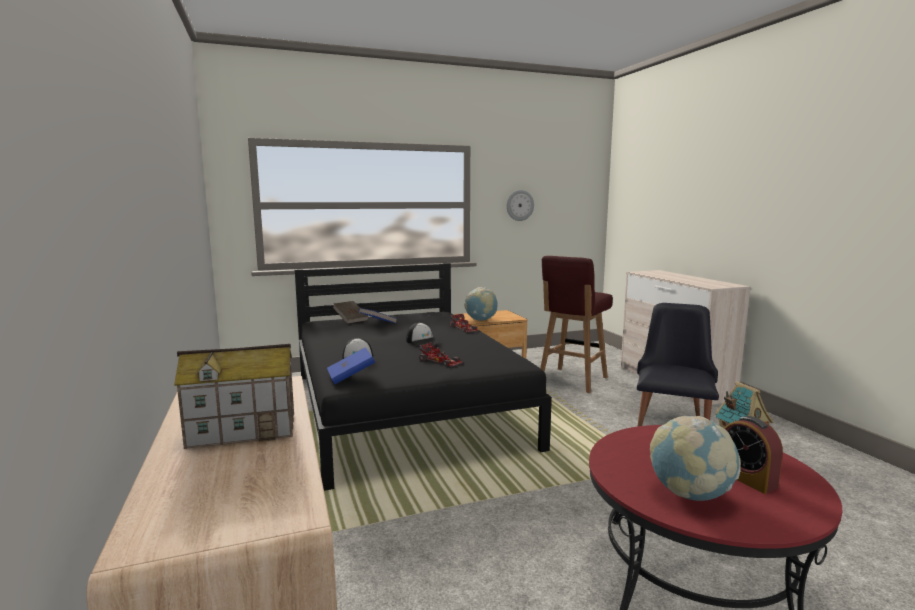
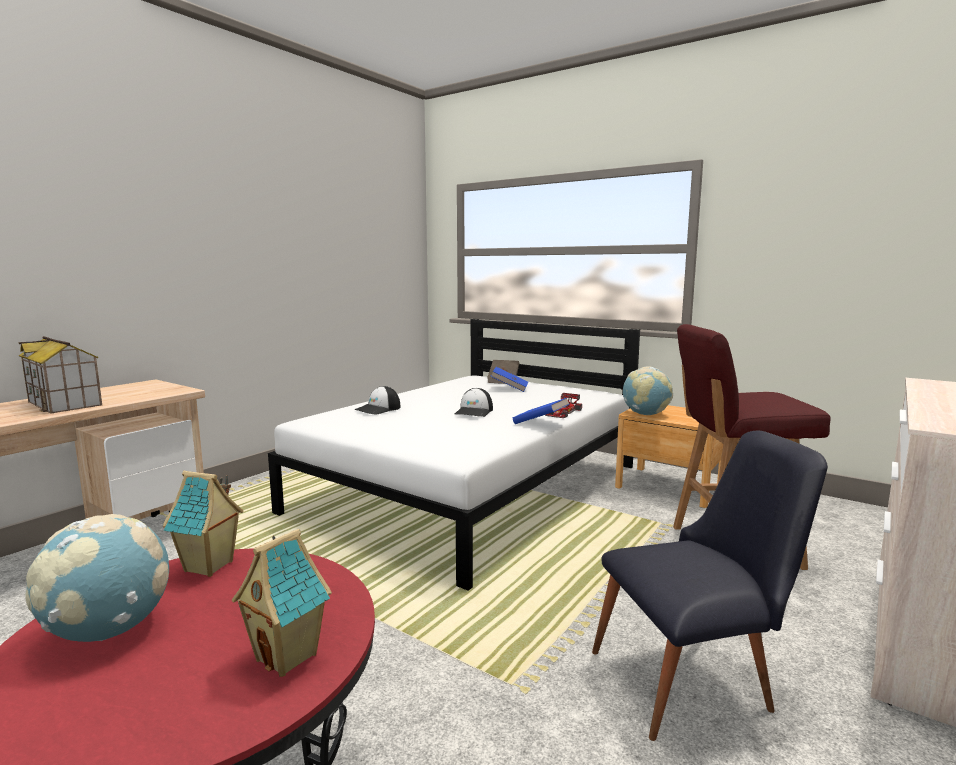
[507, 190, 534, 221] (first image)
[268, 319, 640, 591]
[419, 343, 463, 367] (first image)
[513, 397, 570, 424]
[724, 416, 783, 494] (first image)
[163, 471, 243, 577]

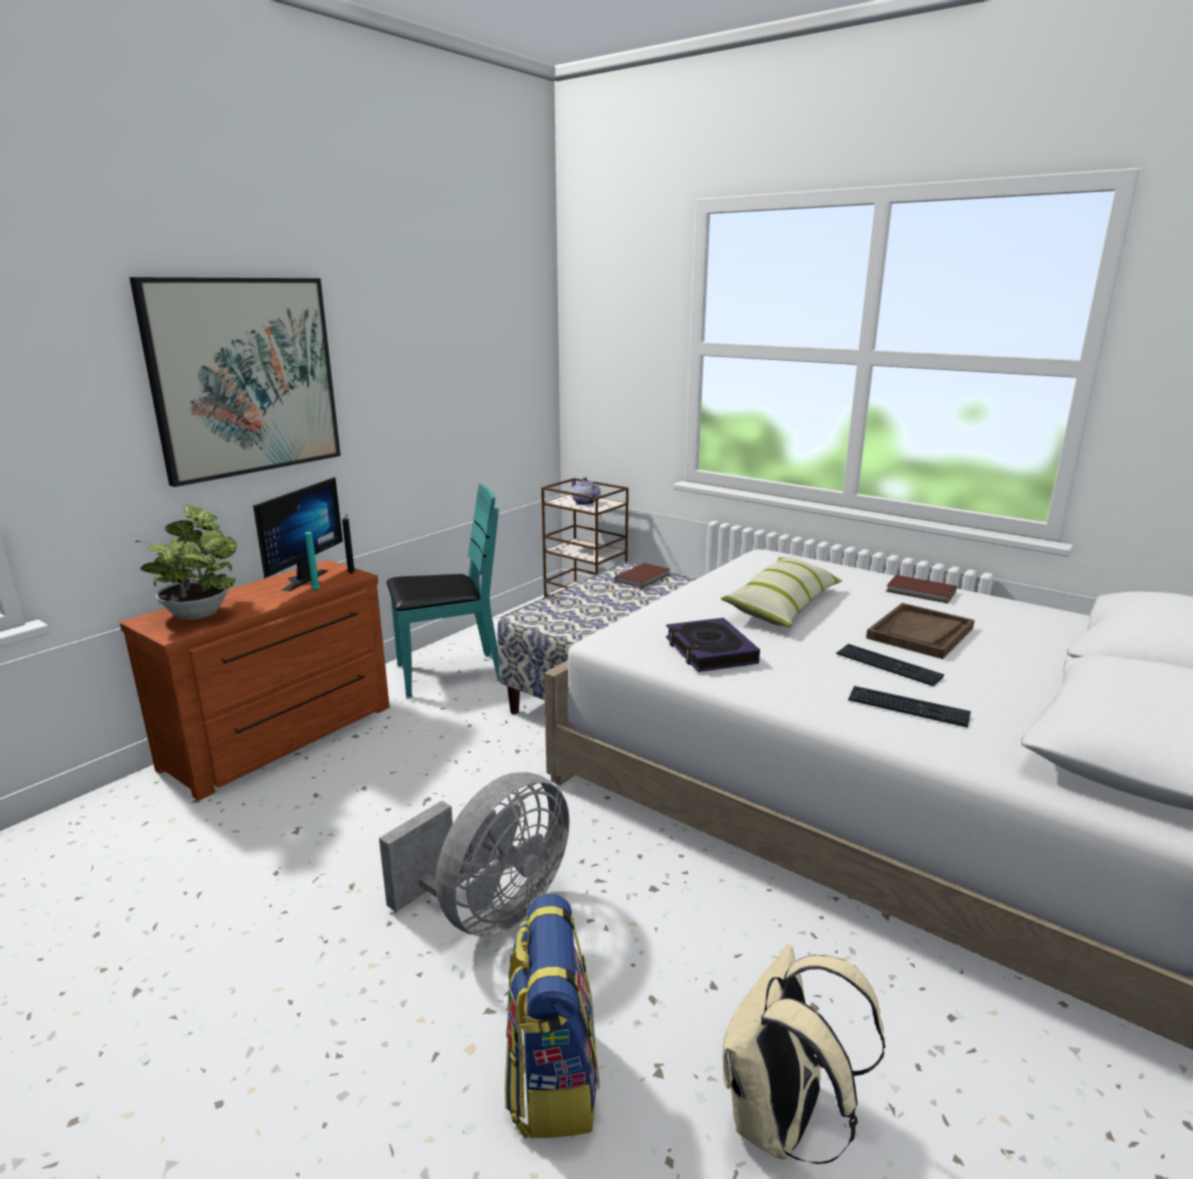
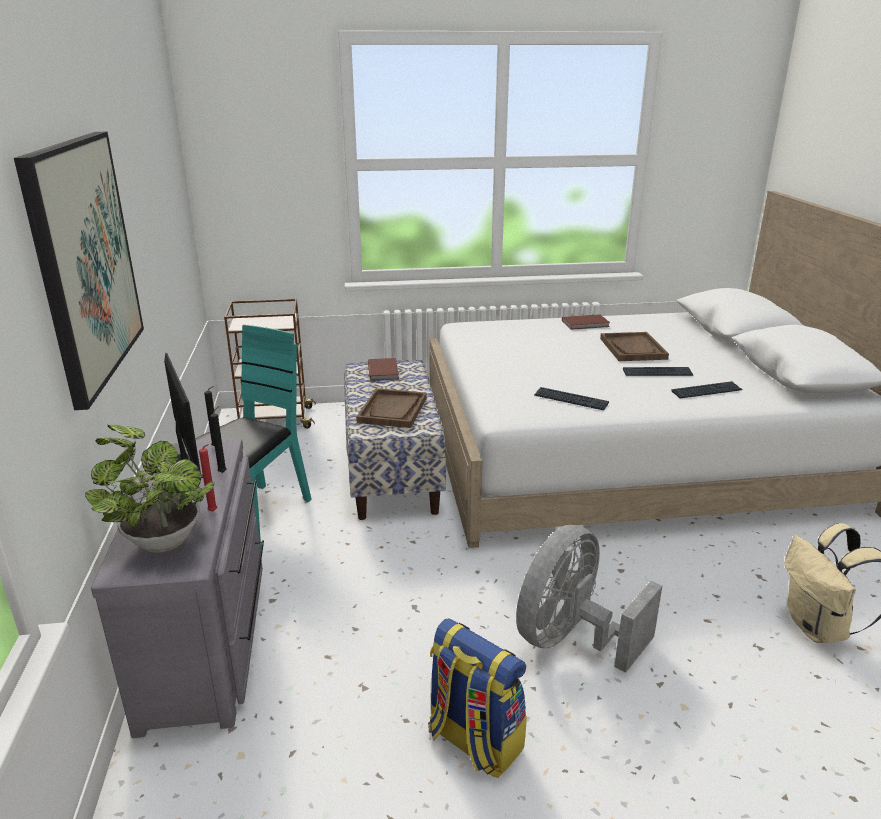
[570, 477, 601, 505] (first image)
[210, 406, 227, 473]
[721, 557, 842, 627] (first image)
[91, 439, 264, 738]
[534, 387, 609, 410]
[516, 525, 662, 673]
[428, 618, 527, 778]
[356, 388, 427, 428]
[199, 444, 217, 512]

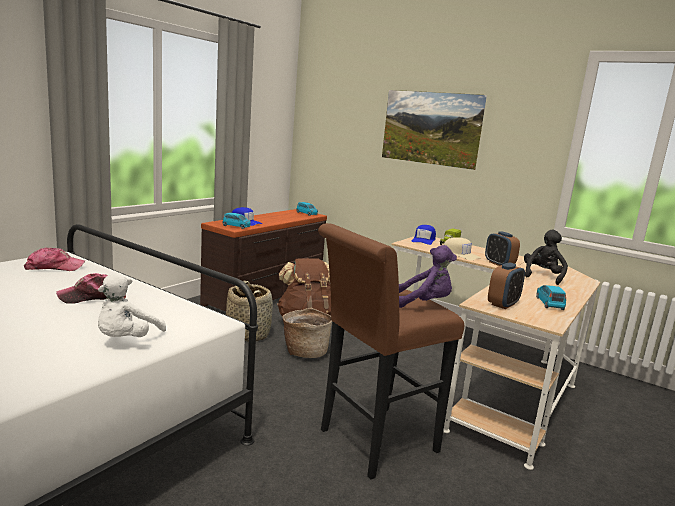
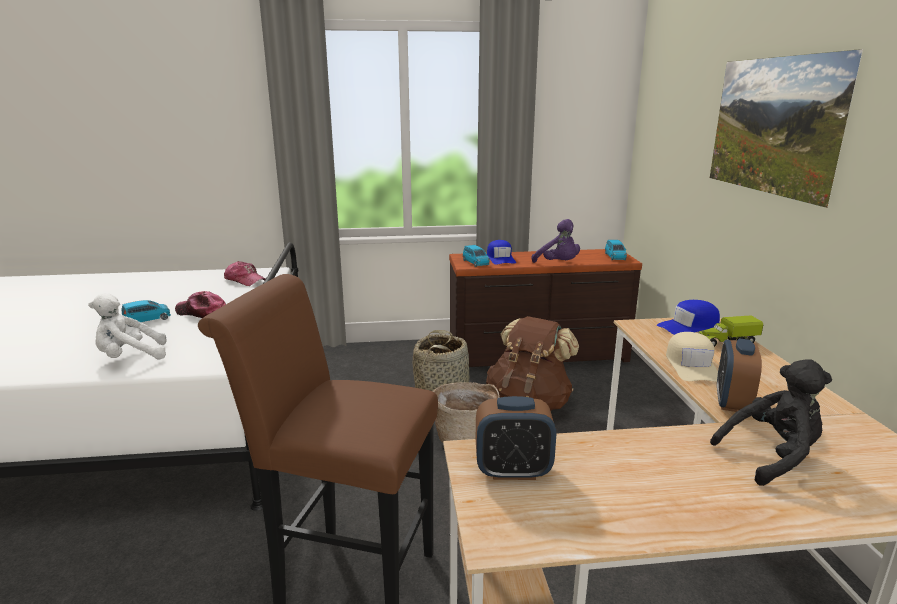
[532, 219, 580, 263]
[121, 300, 171, 327]

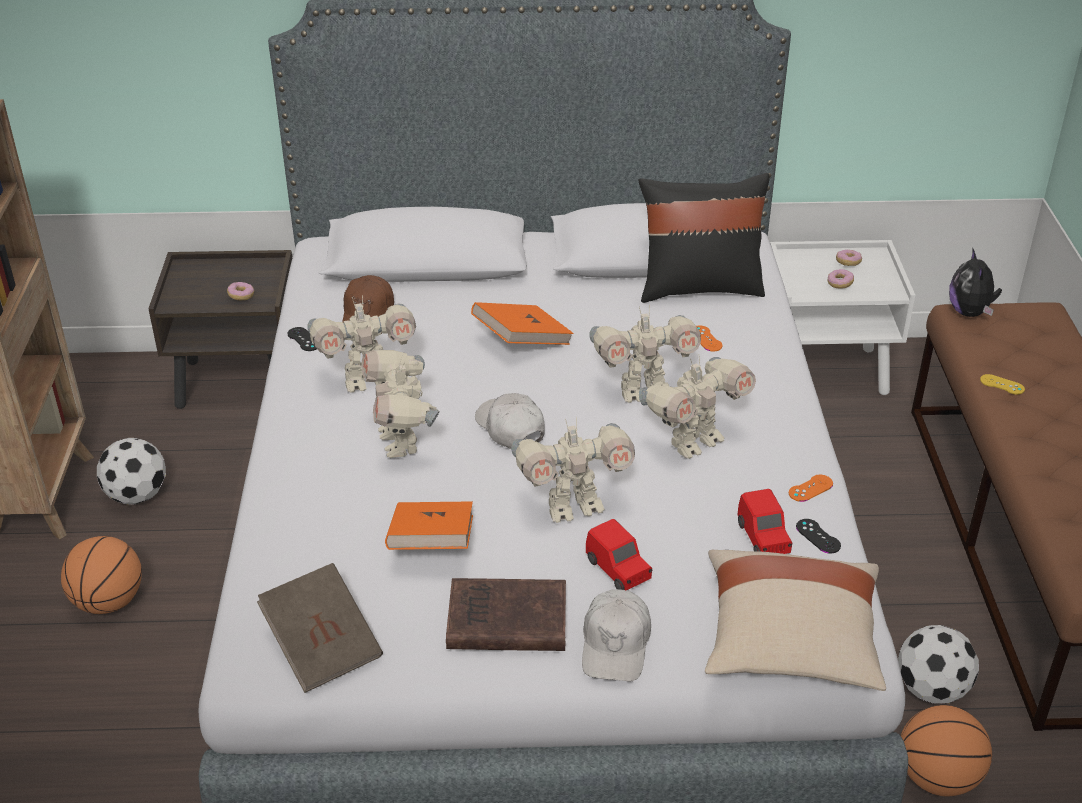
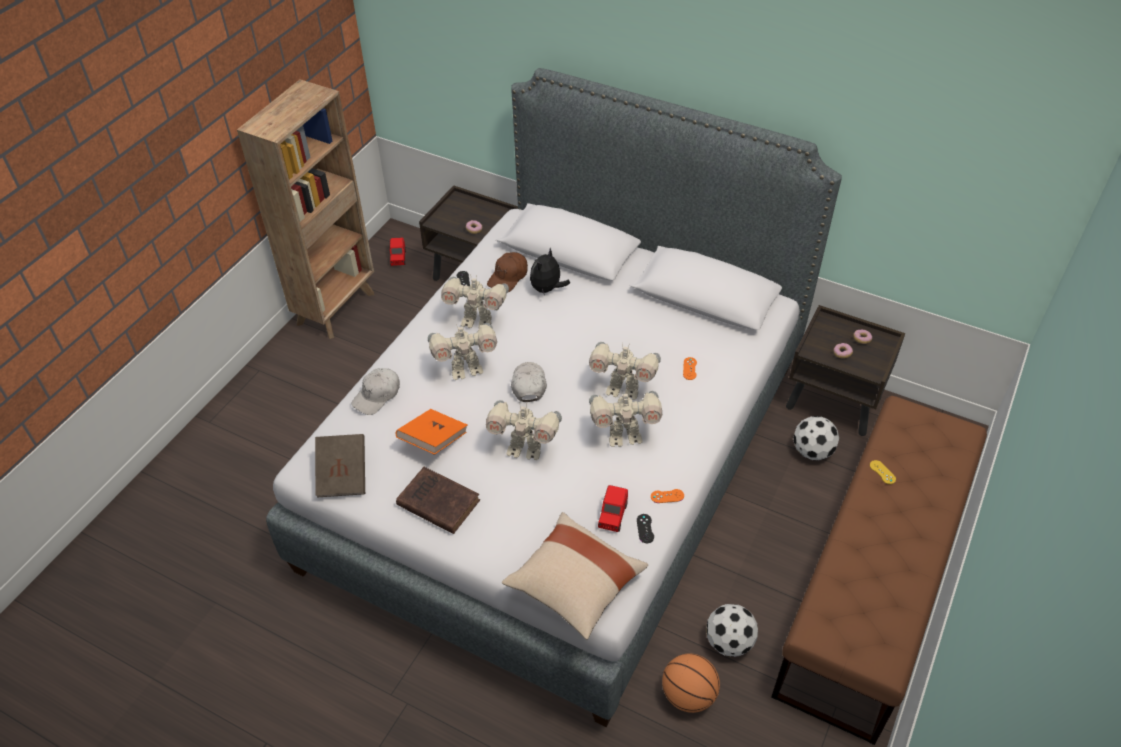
[639, 173, 769, 303] (first image)
[786, 305, 905, 436]
[530, 248, 570, 294]
[471, 302, 574, 345] (first image)
[428, 323, 497, 380]
[793, 416, 839, 460]
[390, 238, 406, 266]
[61, 536, 142, 614] (first image)
[352, 368, 400, 415]

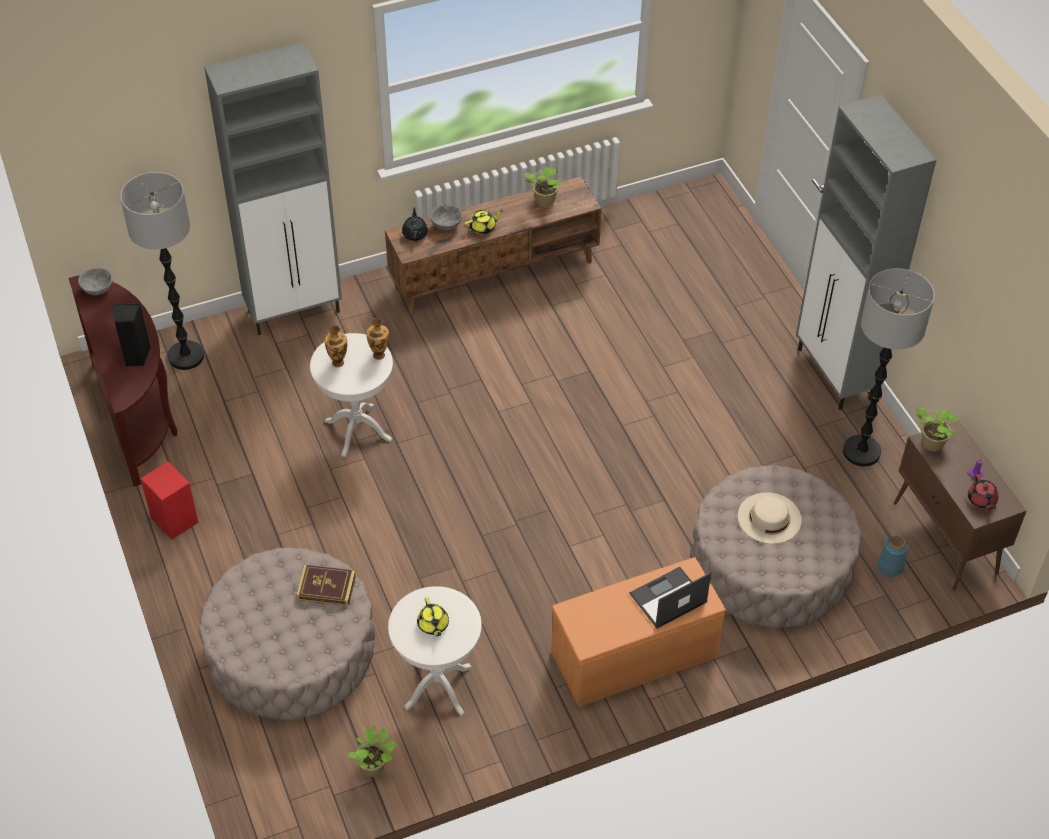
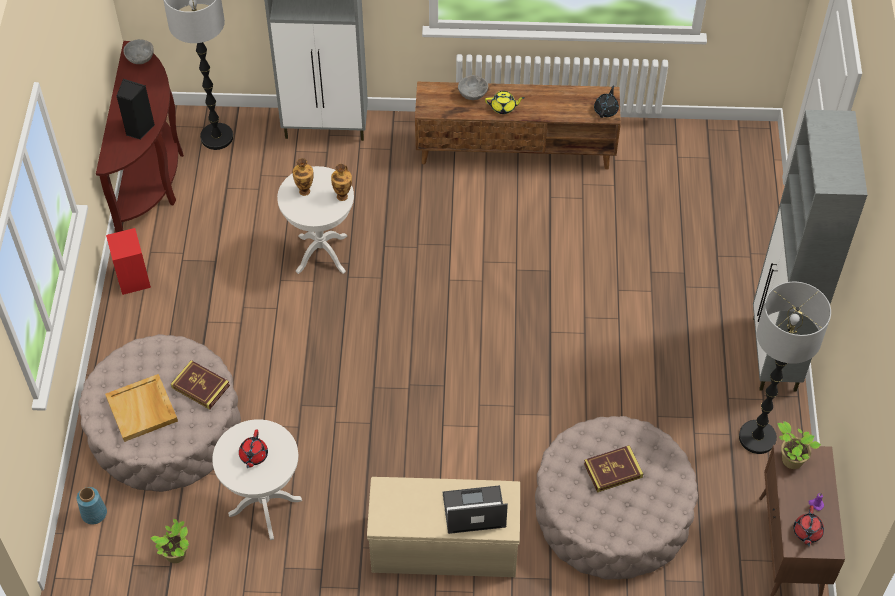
[524, 166, 562, 207] (first image)
[594, 86, 619, 118]
[584, 445, 643, 493]
[77, 487, 107, 525]
[367, 477, 520, 577]
[239, 430, 268, 468]
[105, 374, 178, 442]

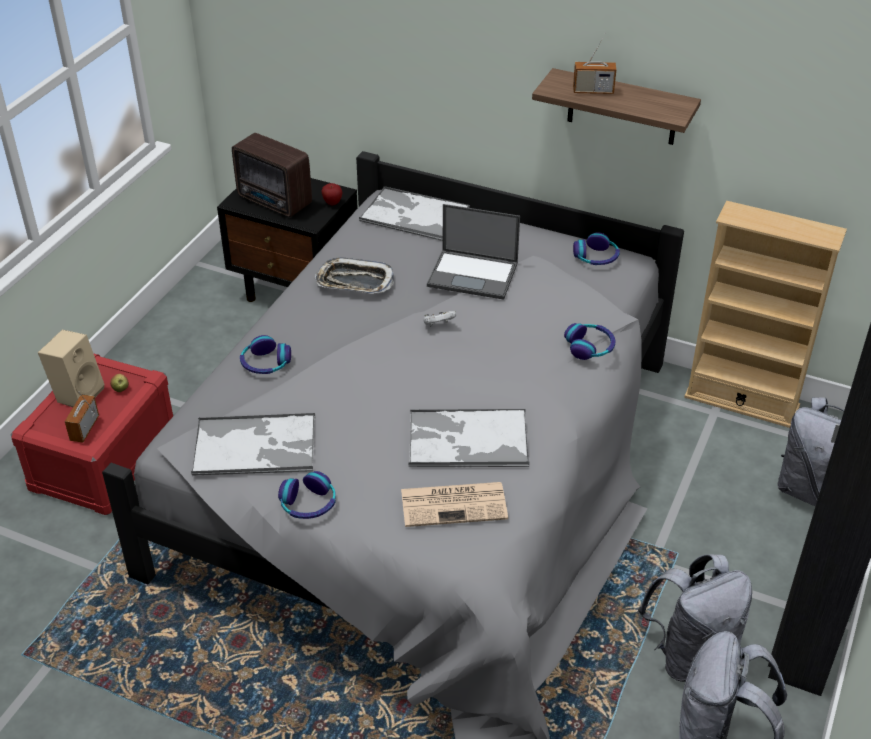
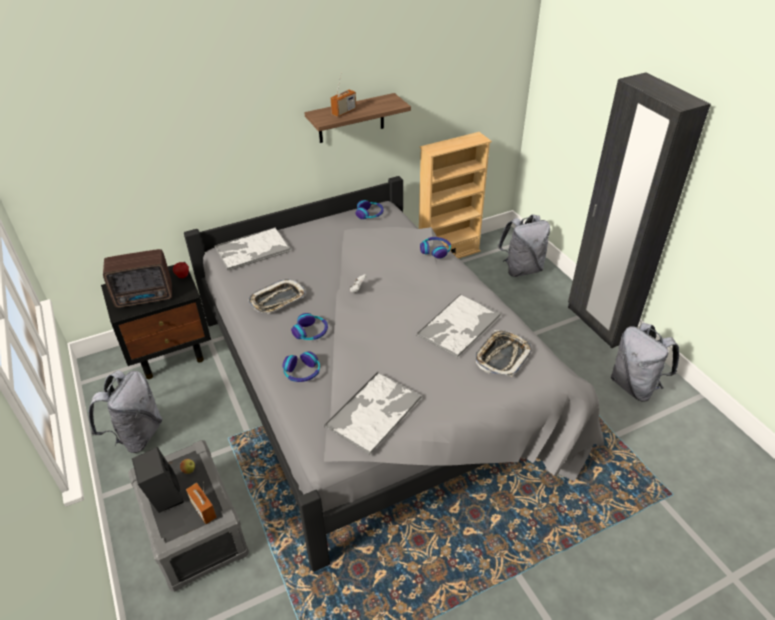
[427, 204, 520, 300] (first image)
[132, 447, 184, 513]
[128, 440, 249, 592]
[291, 313, 328, 340]
[475, 330, 532, 377]
[88, 370, 162, 453]

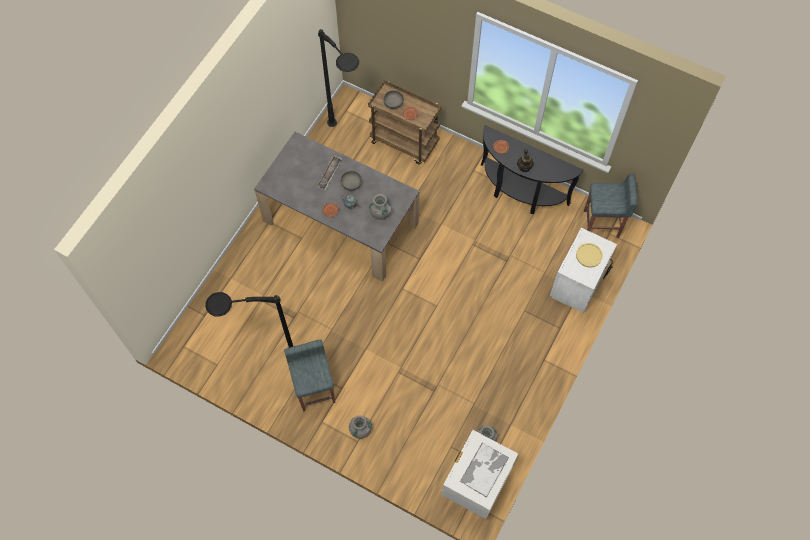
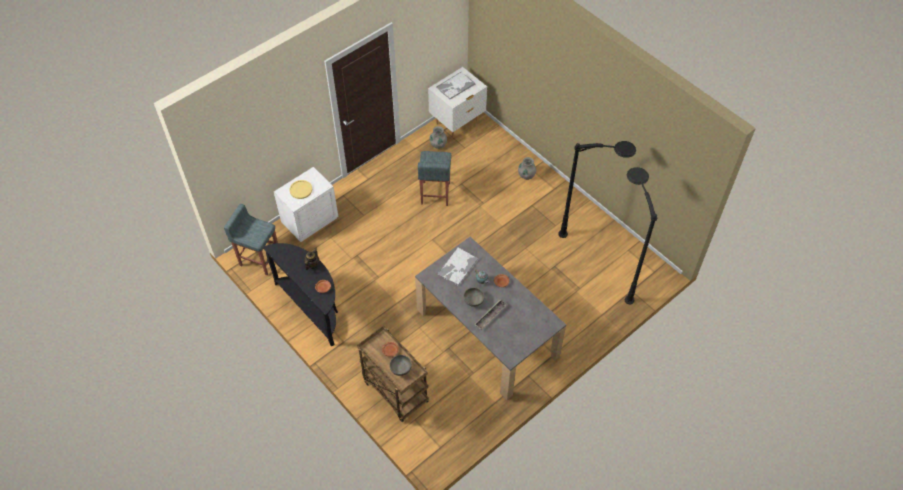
[625, 167, 657, 304]
[437, 247, 479, 286]
[418, 151, 451, 206]

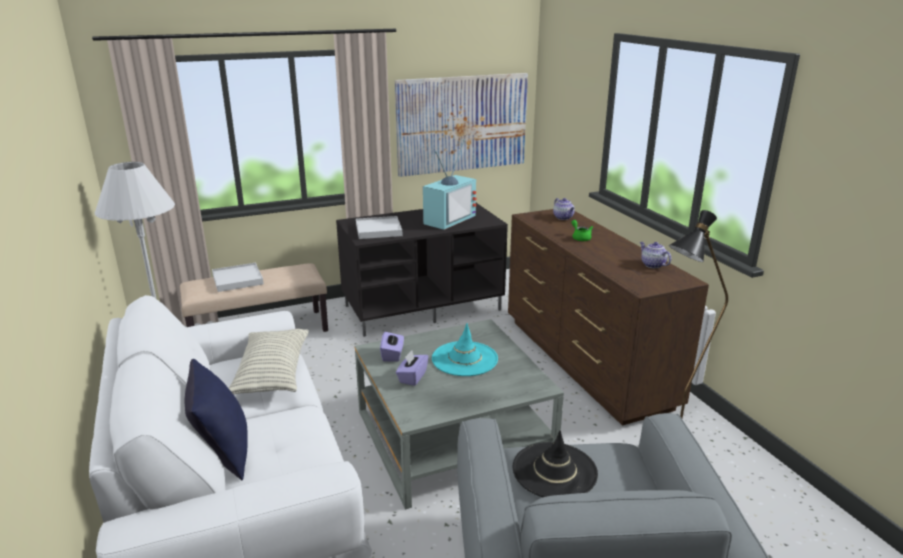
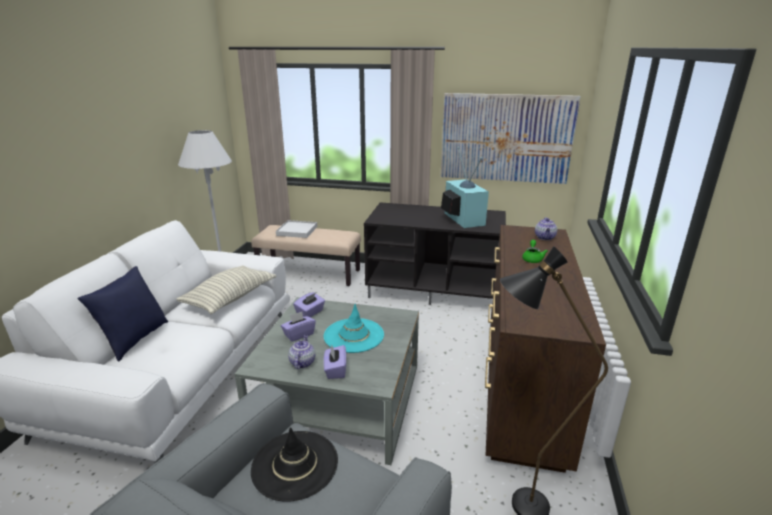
[441, 147, 489, 228]
[356, 216, 403, 239] (first image)
[288, 335, 315, 369]
[324, 344, 346, 379]

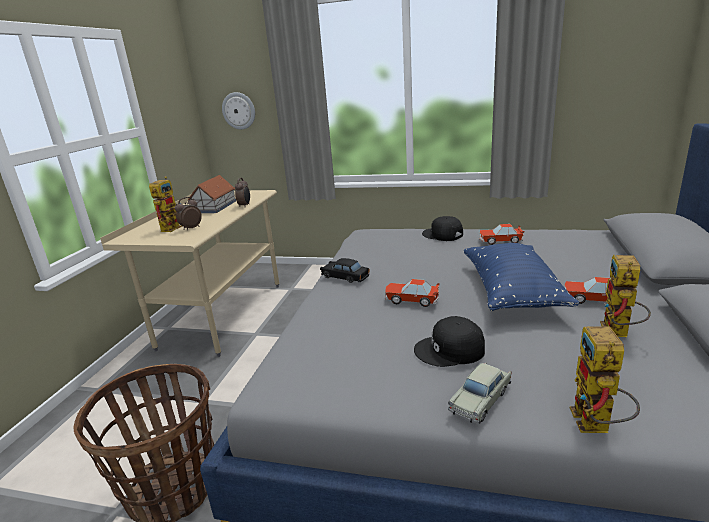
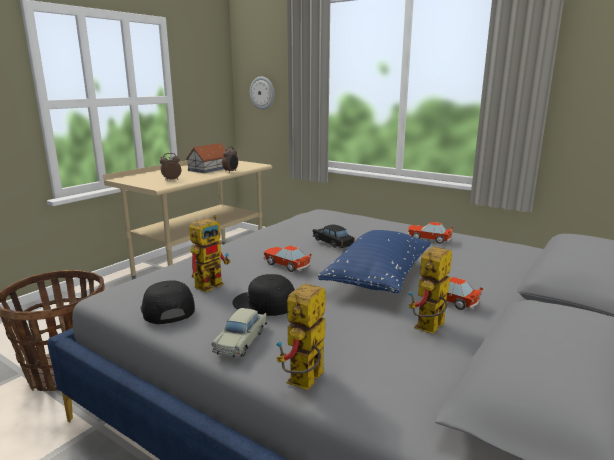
[189, 215, 231, 292]
[141, 280, 195, 324]
[313, 225, 355, 248]
[211, 308, 267, 358]

